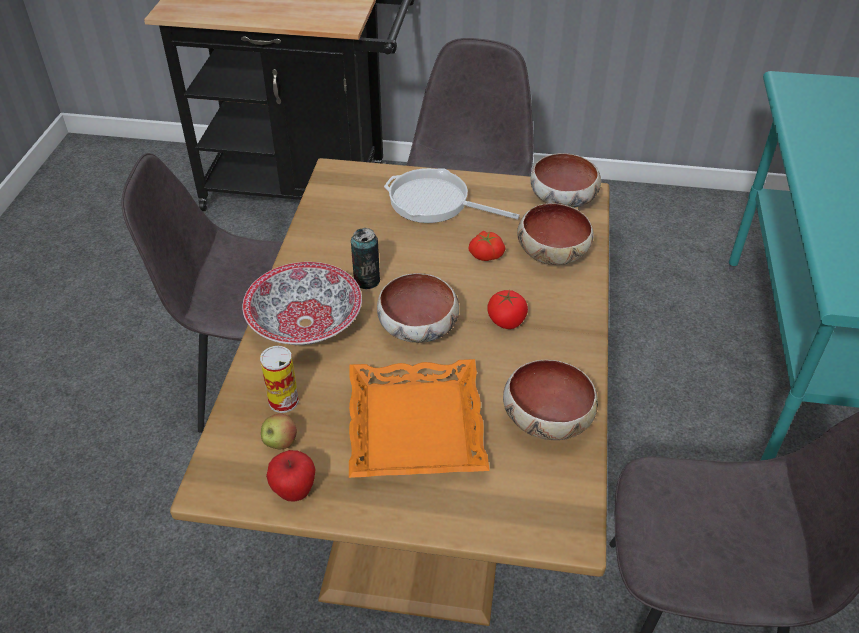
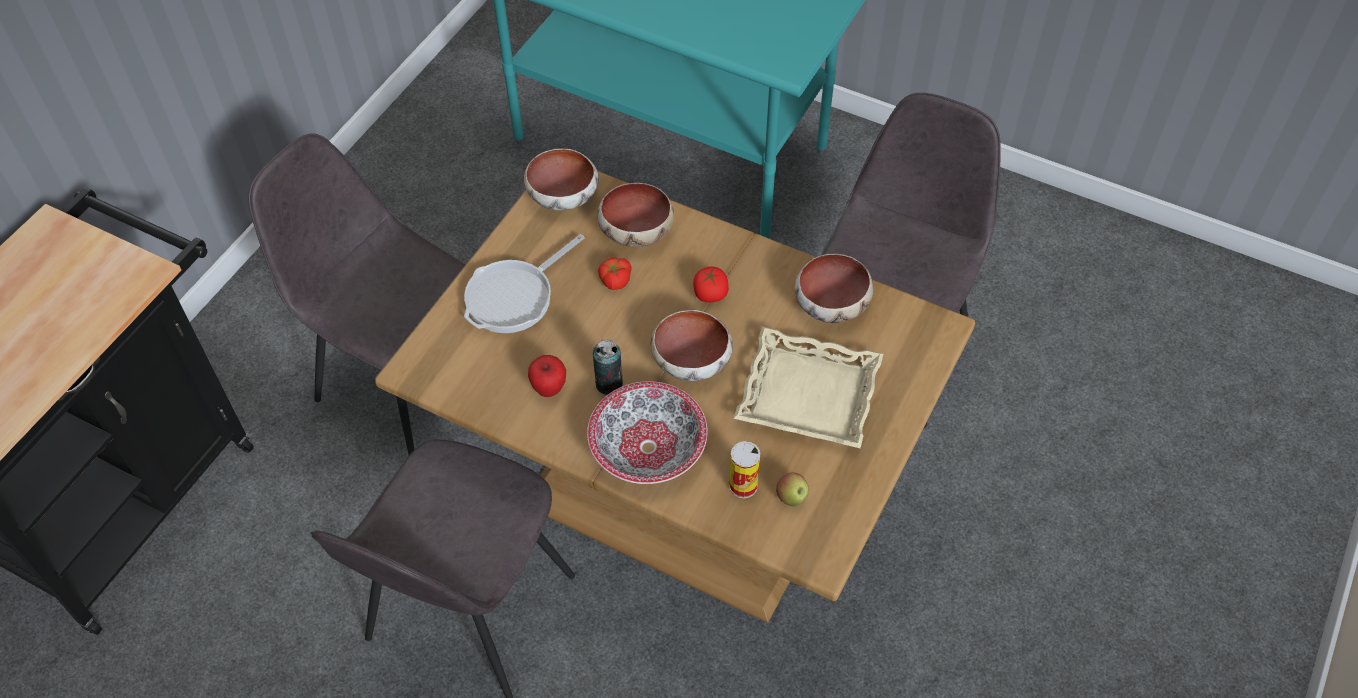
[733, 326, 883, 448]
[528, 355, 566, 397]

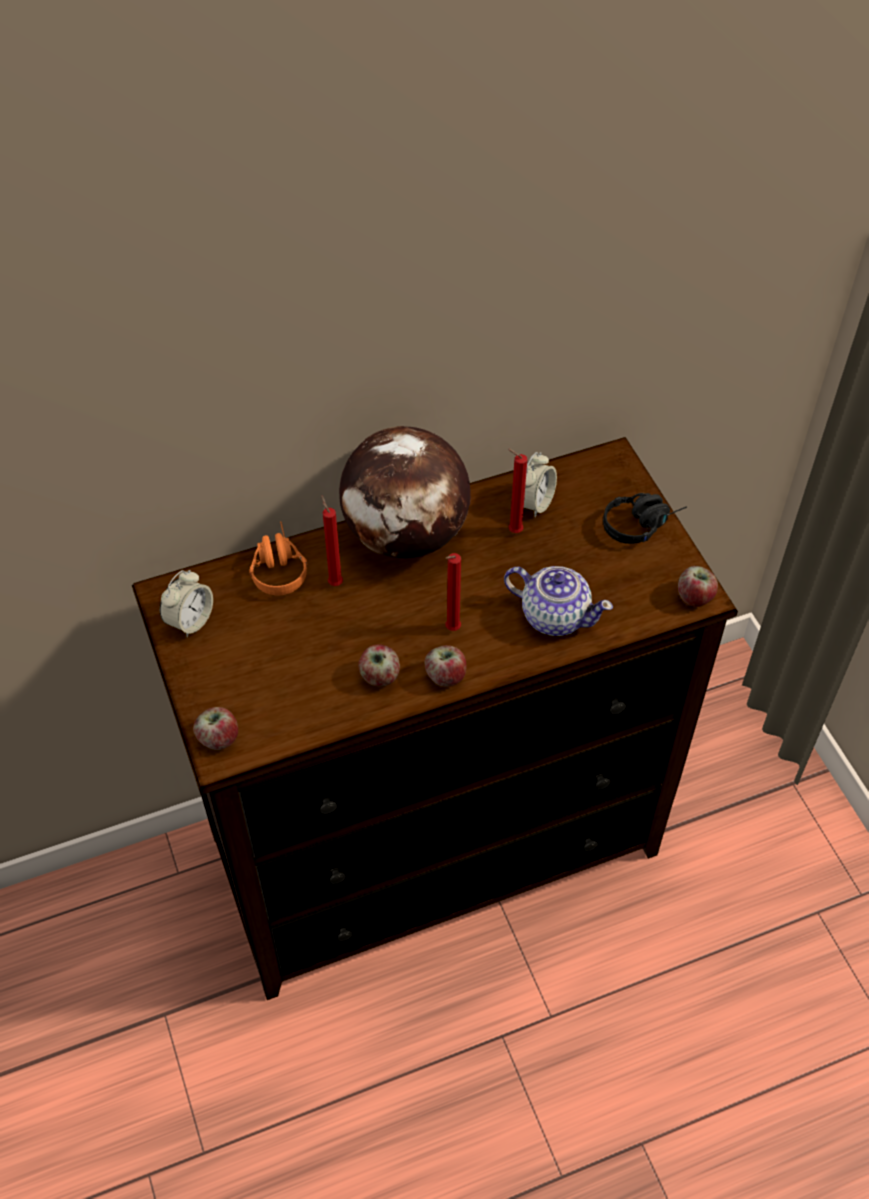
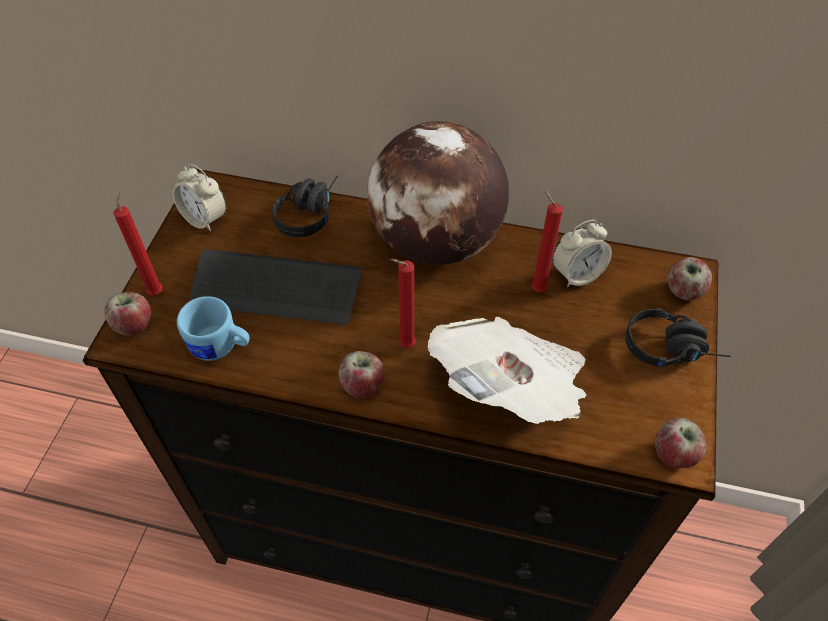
[114, 190, 163, 296]
[272, 176, 338, 237]
[428, 317, 587, 424]
[172, 164, 226, 232]
[668, 257, 712, 301]
[190, 249, 362, 325]
[177, 296, 250, 361]

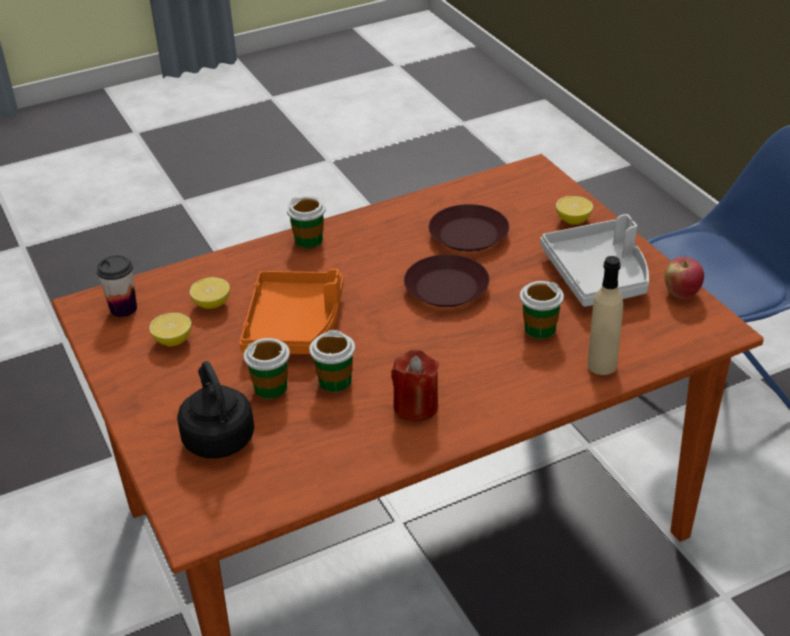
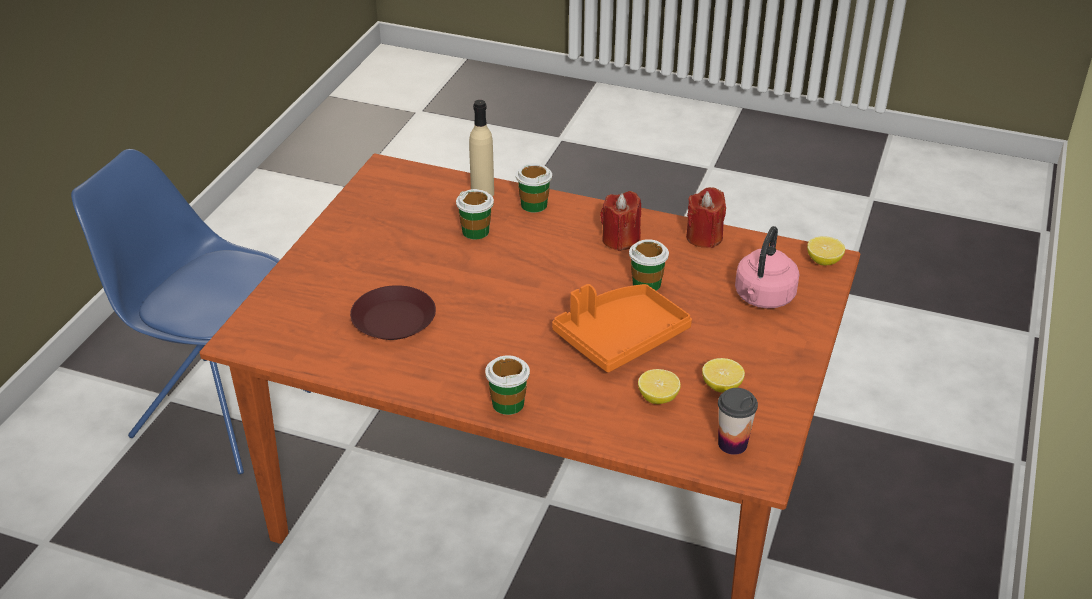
[807, 236, 845, 265]
[541, 214, 649, 307] (first image)
[404, 254, 490, 307] (first image)
[665, 257, 704, 299] (first image)
[516, 163, 552, 213]
[735, 226, 800, 309]
[686, 187, 726, 248]

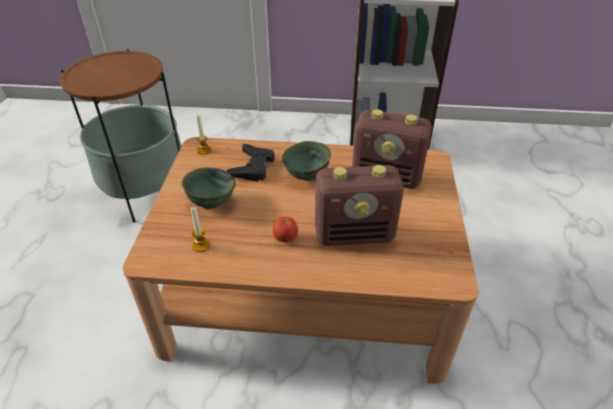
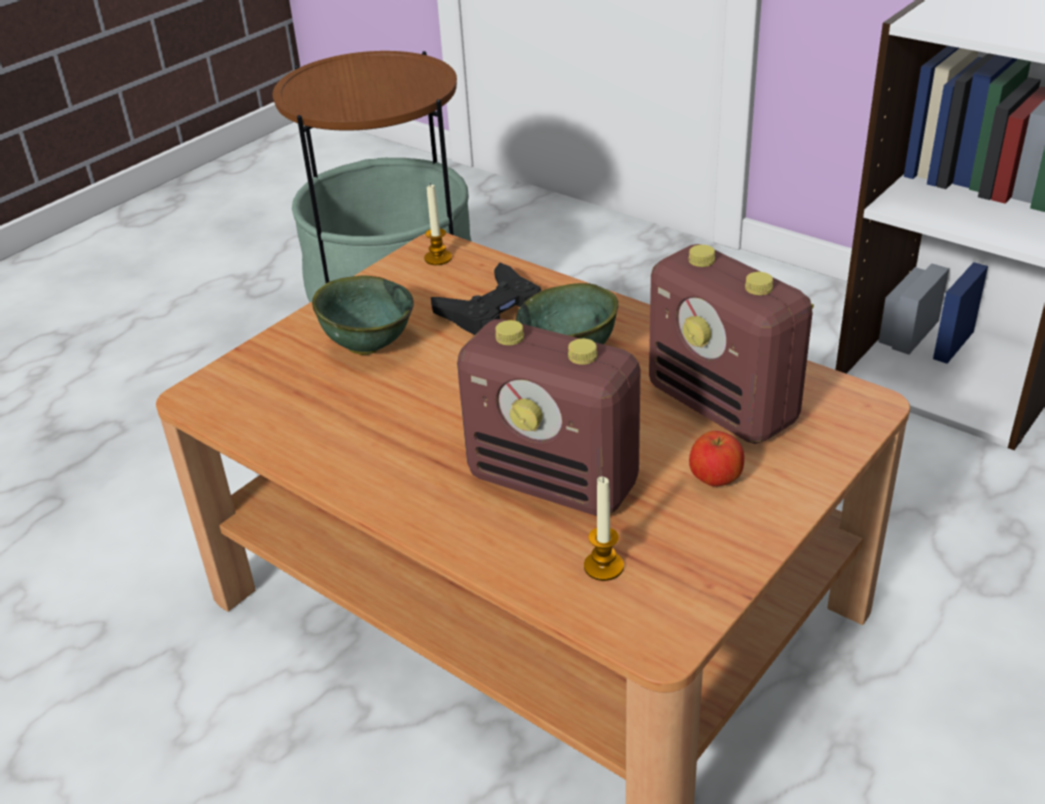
[584, 477, 624, 581]
[689, 431, 744, 486]

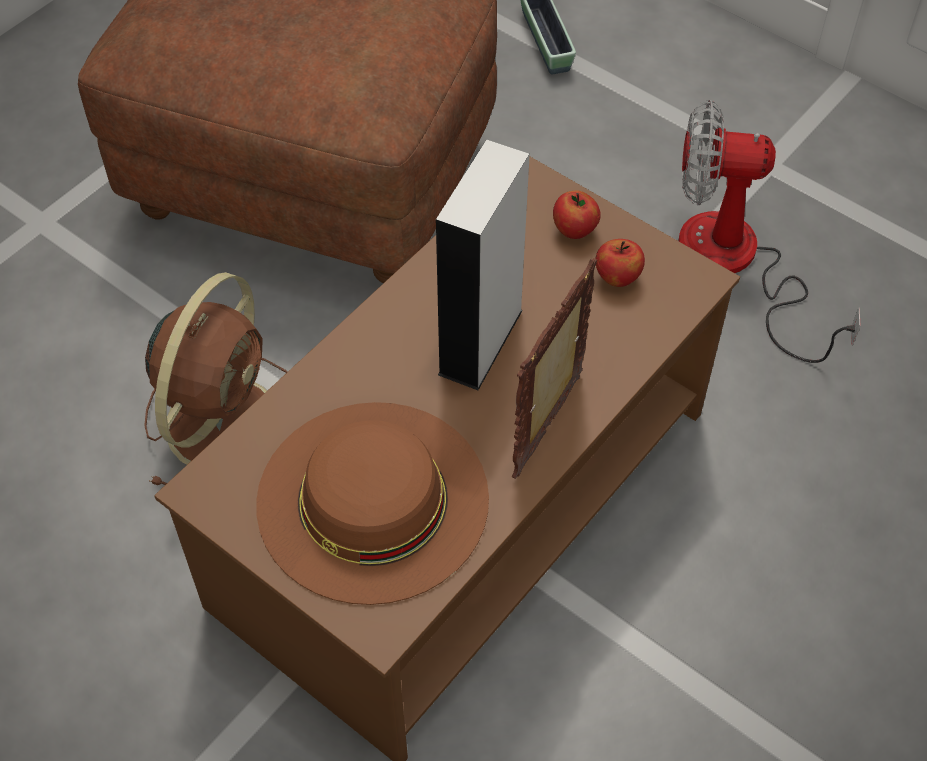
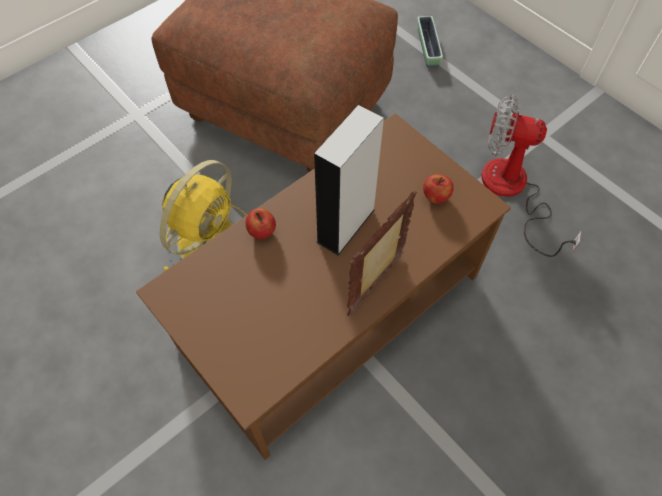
[246, 208, 276, 239]
[160, 160, 247, 271]
[256, 402, 489, 605] (first image)

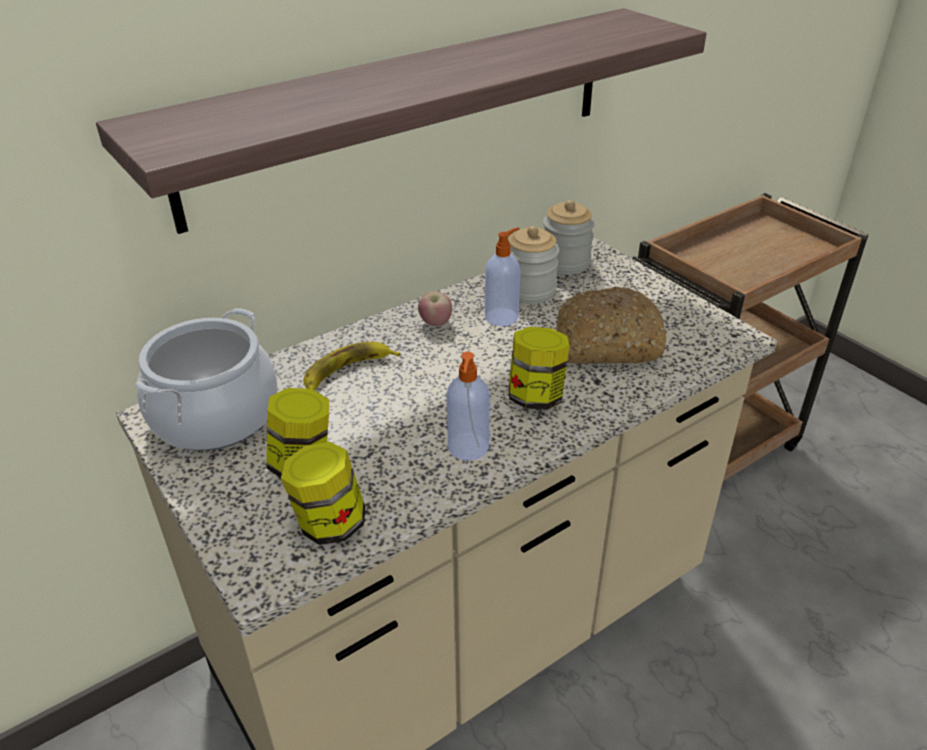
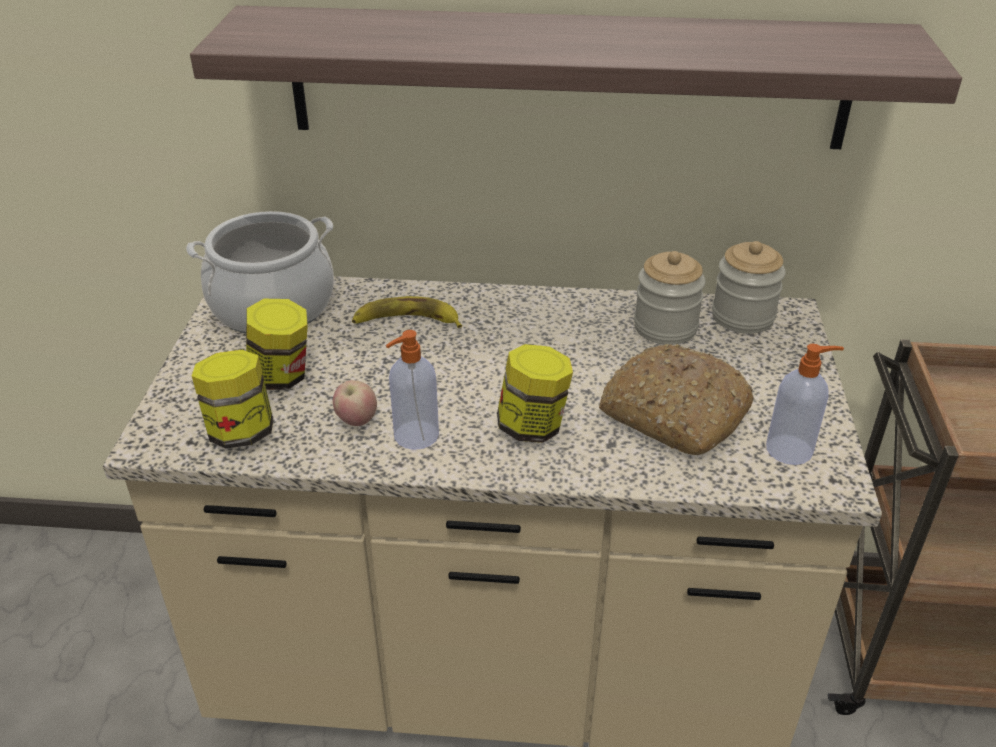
[766, 344, 844, 465]
[333, 380, 377, 426]

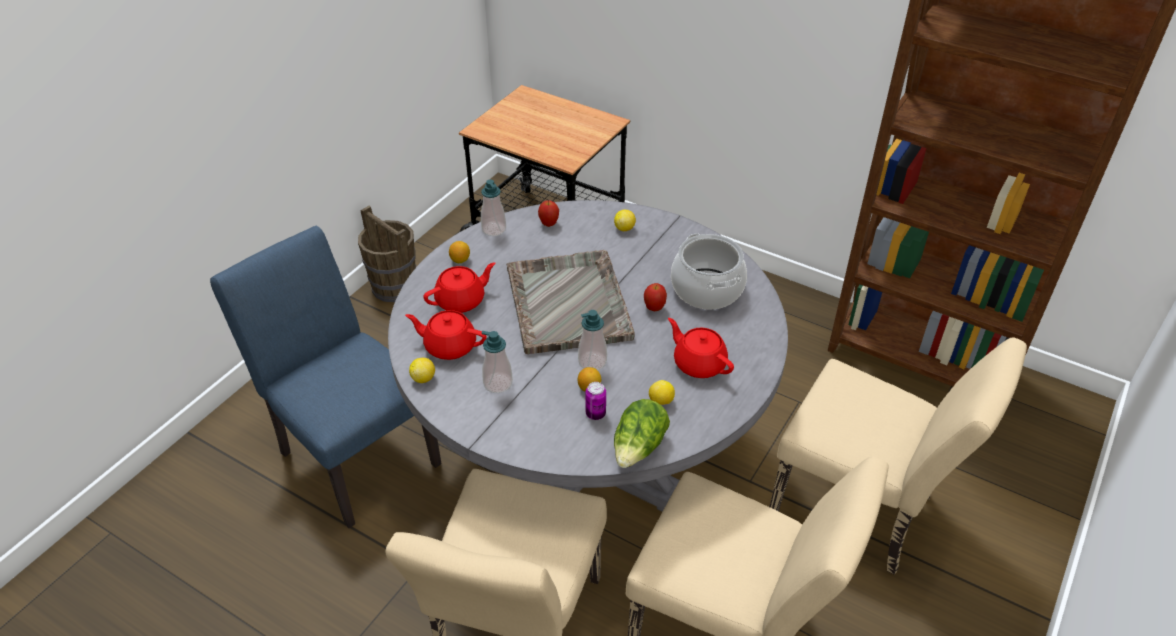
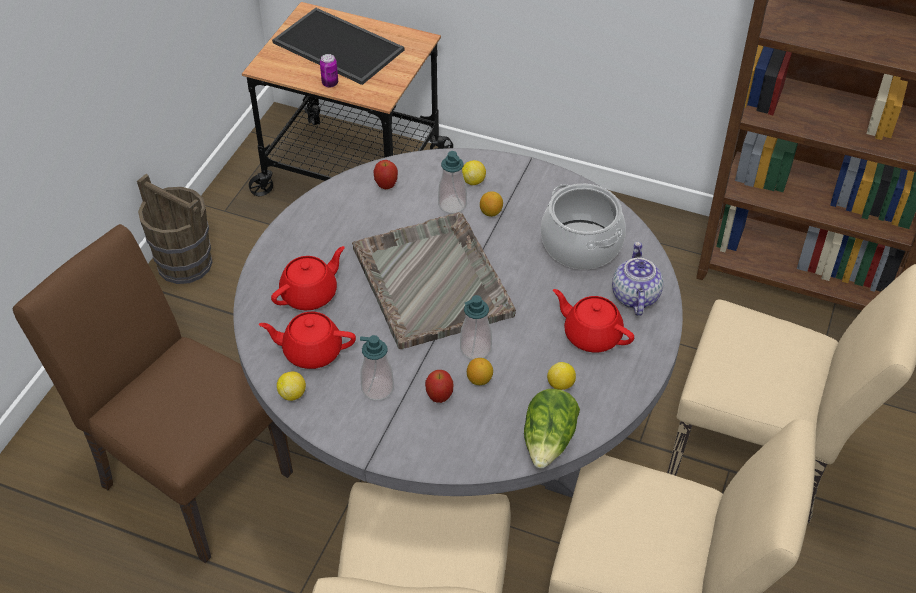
[438, 151, 467, 213]
[13, 224, 293, 563]
[480, 192, 503, 217]
[425, 370, 453, 403]
[320, 54, 338, 88]
[272, 8, 404, 85]
[612, 242, 664, 316]

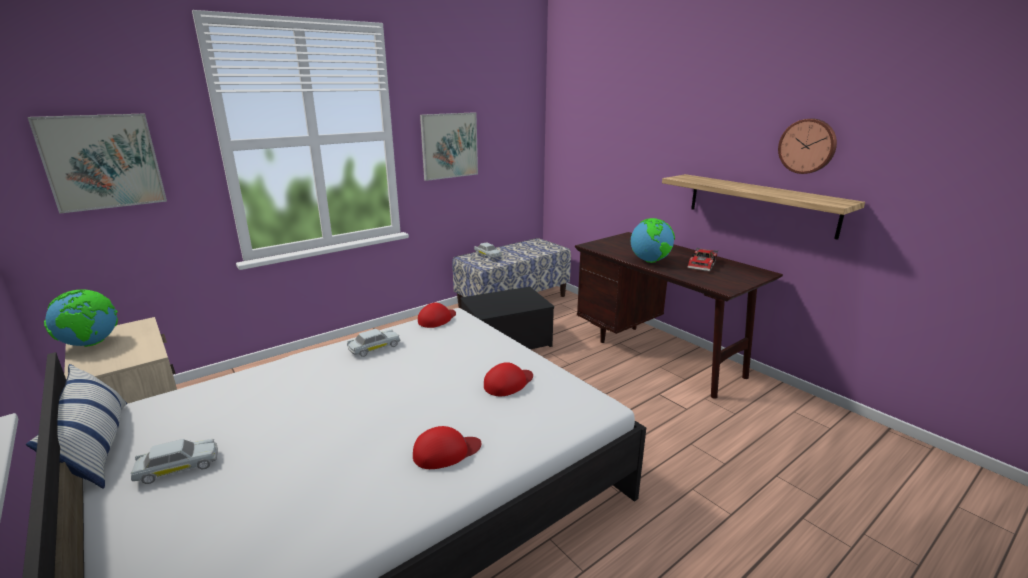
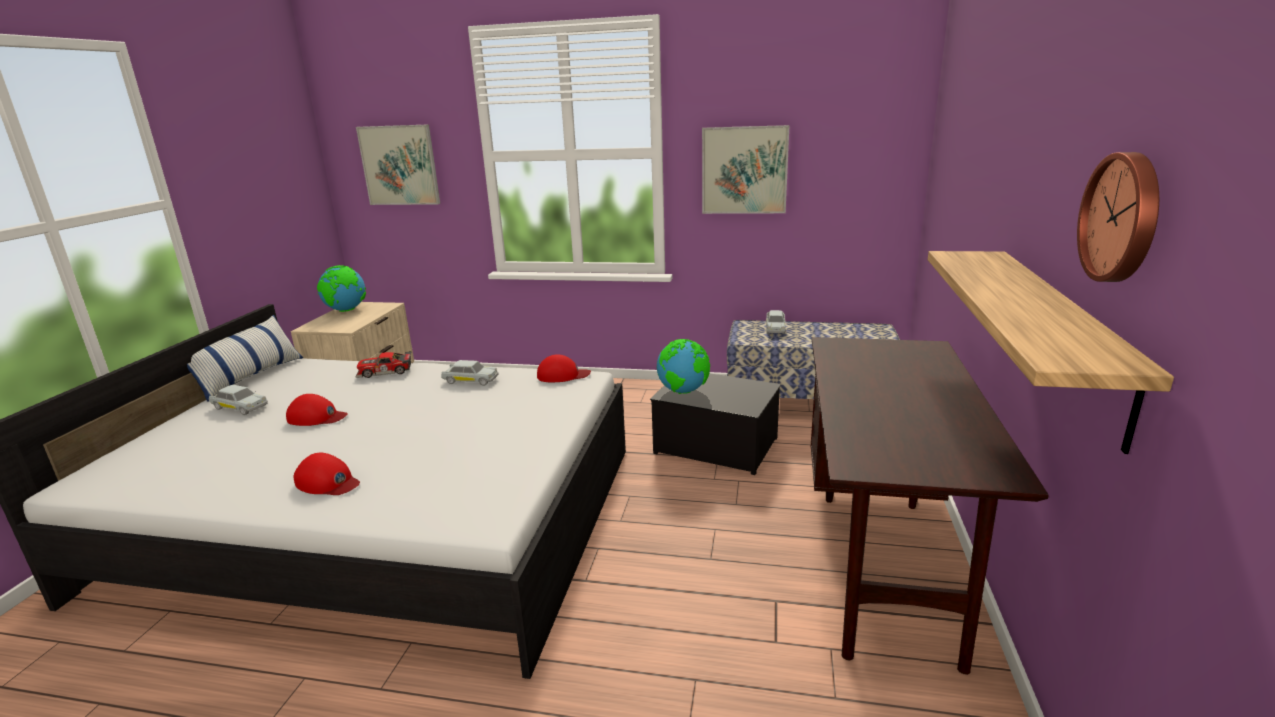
[657, 339, 710, 394]
[356, 351, 411, 378]
[286, 394, 347, 426]

